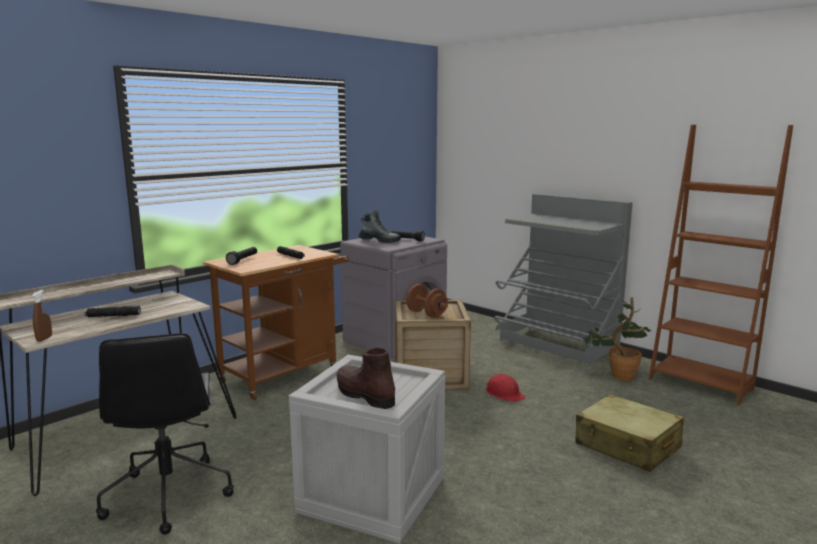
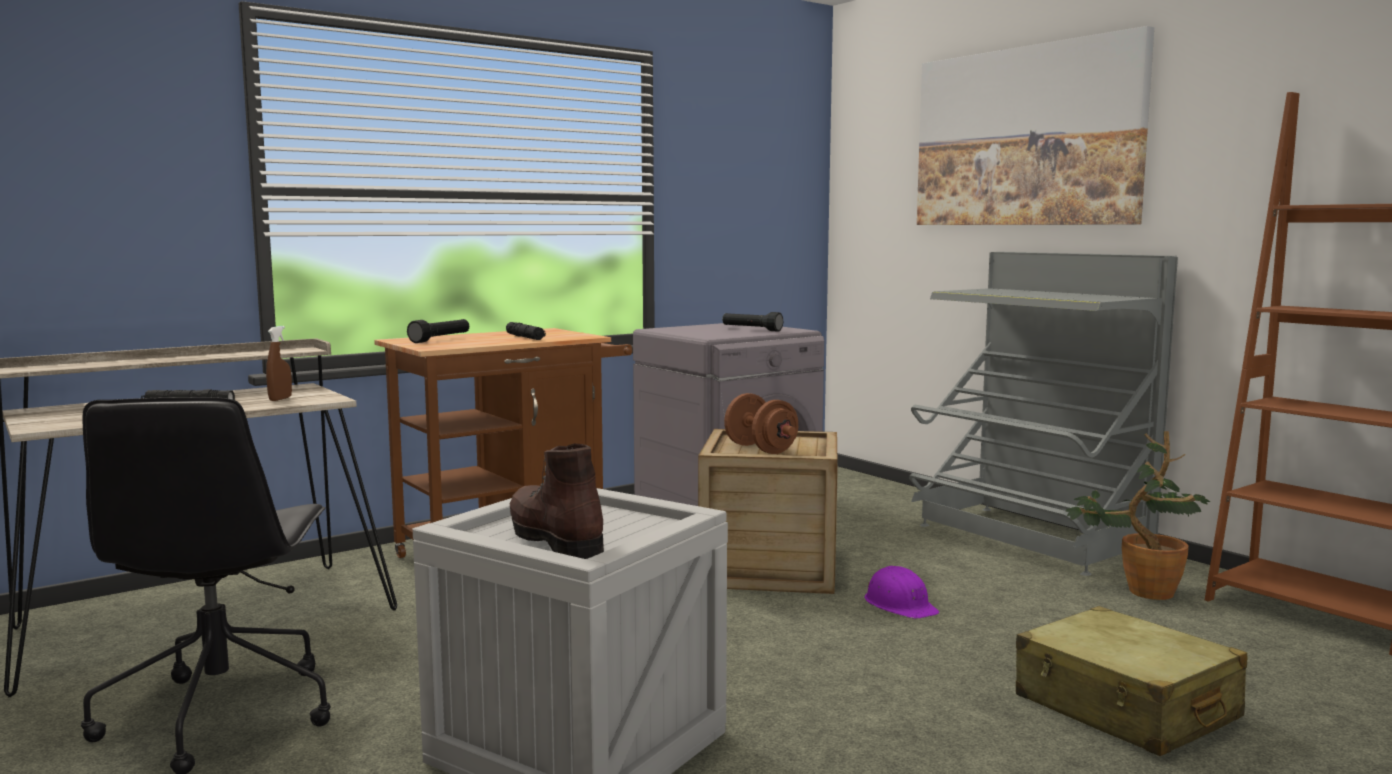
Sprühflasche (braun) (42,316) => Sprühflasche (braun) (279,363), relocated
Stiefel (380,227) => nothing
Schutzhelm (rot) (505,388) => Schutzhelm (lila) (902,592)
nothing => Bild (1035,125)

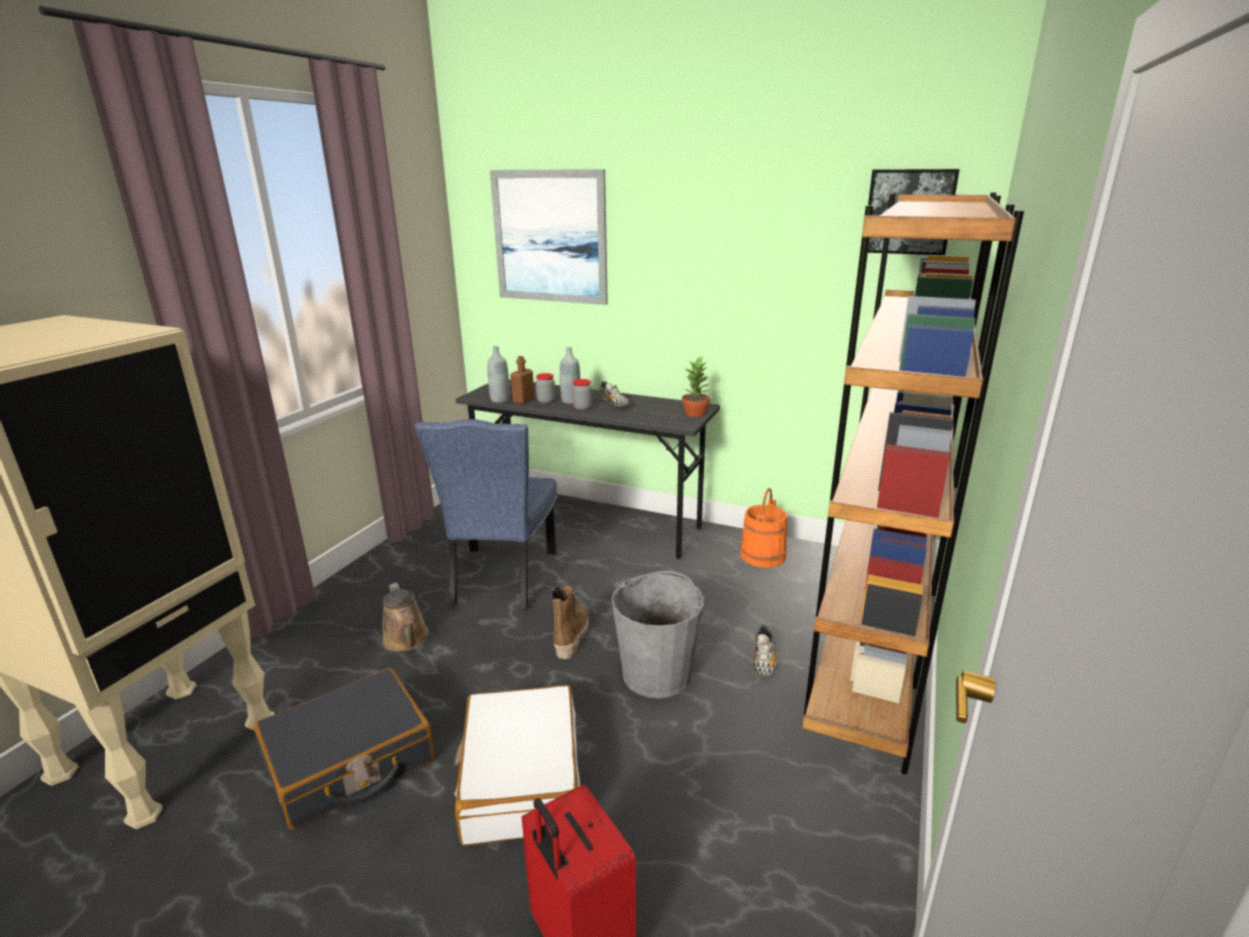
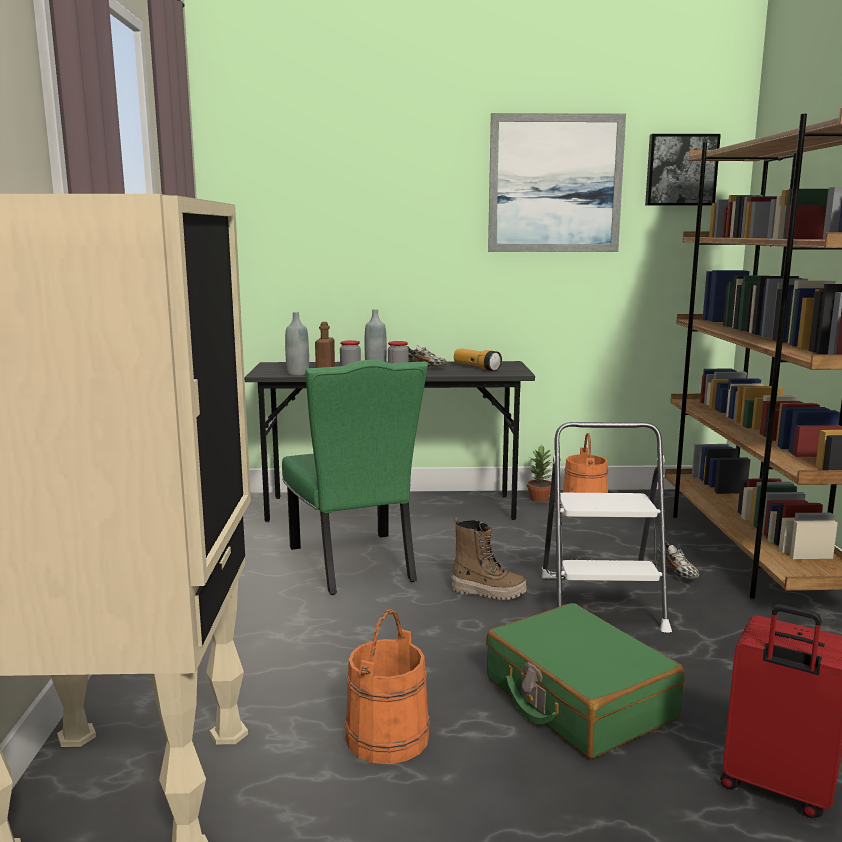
Koffer (schwarz) (344,749) => Eimer (orange) (387,686)
Gießkanne (braun) (405,617) => nothing
Stuhl (blau) (486,514) => Stuhl (grün) (355,477)
Koffer (weiß) (517,765) => Koffer (grün) (585,681)
Bild (549,237) => Bild (557,182), relocated
Stiefel (570,622) => Stiefel (489,559), 120 degrees clockwise
Eimer (grau) (657,634) => Trittleiter (weiß) (607,527)
Topfpflanze (696,386) => Topfpflanze (540,473), relocated
nothing => Taschenlampe (478,360)

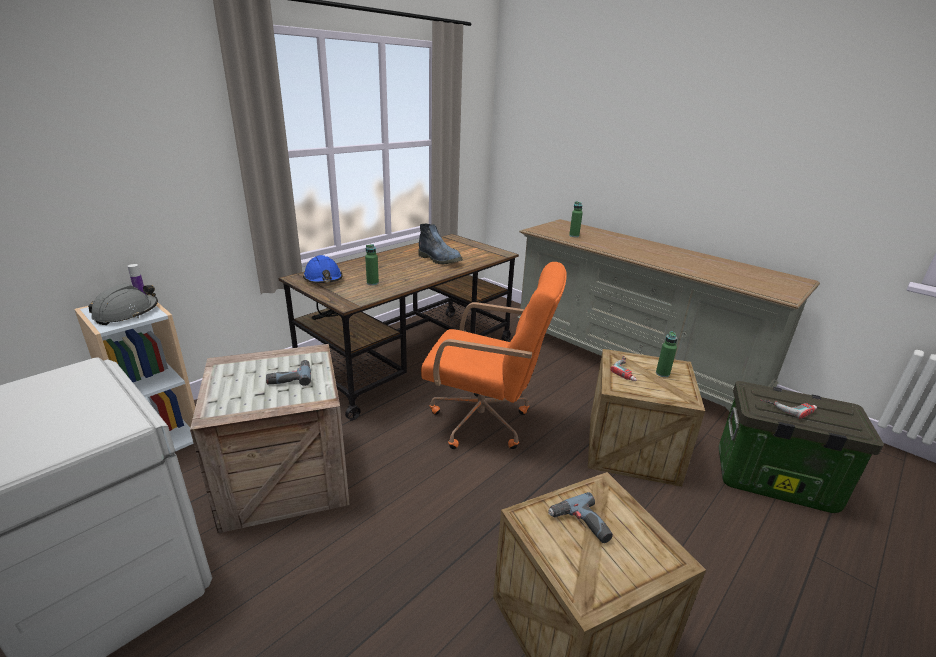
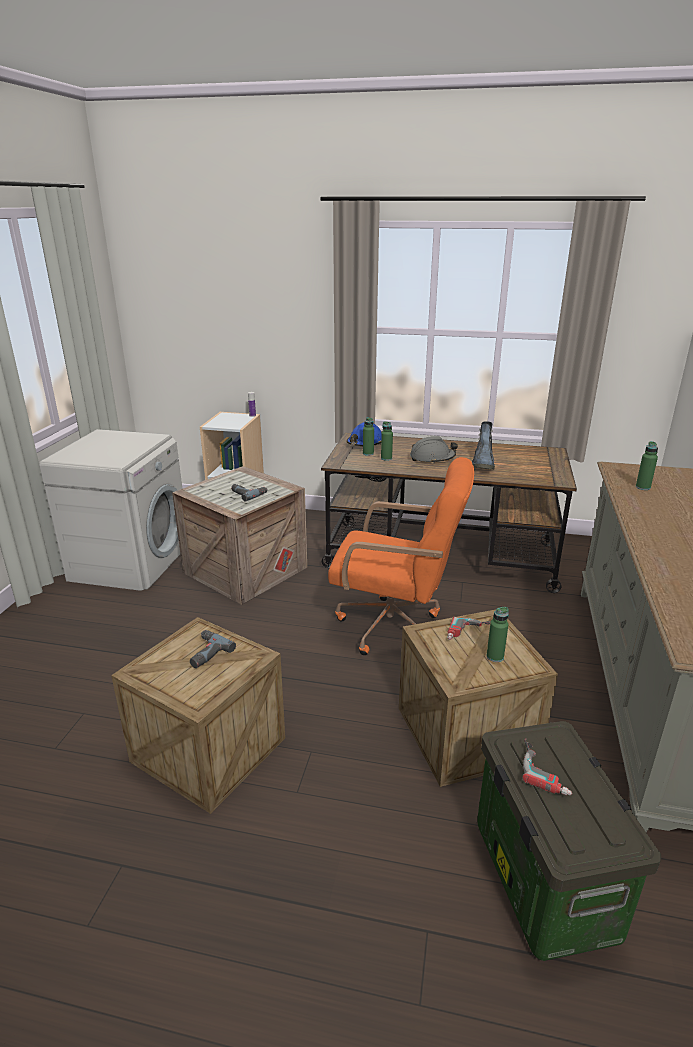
Schutzhelm (grau) (123,304) => Schutzhelm (grau) (434,450), relocated
Bürostuhl (orange) (494,355) => Bürostuhl (orange) (401,556), 60 degrees counterclockwise
nothing => Flasche (grün) (368,436)

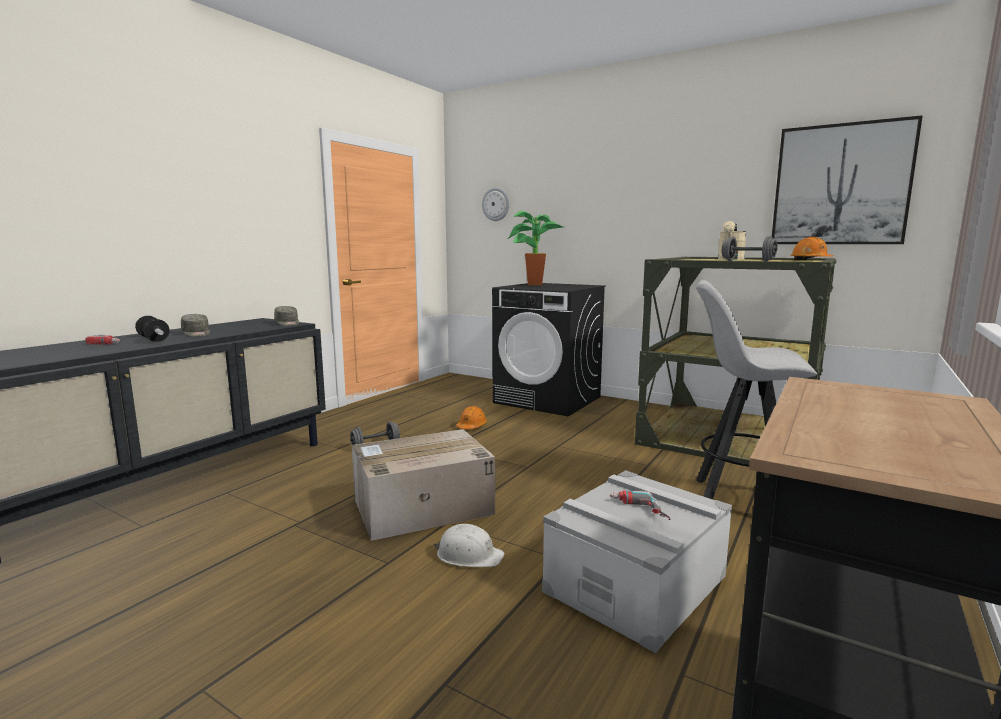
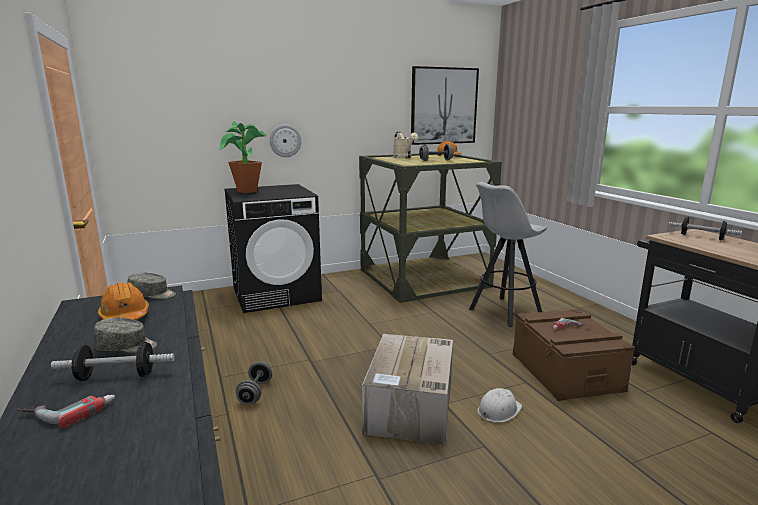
Schutzhelm (orange) (471,417) => Schutzhelm (orange) (123,301), relocated
Wanduhr (496,204) => Wanduhr (286,141), relocated
Aufbewahrungsbox (grau) (637,561) => Aufbewahrungsbox (braun) (574,355)
nothing => Hantel (705,228)

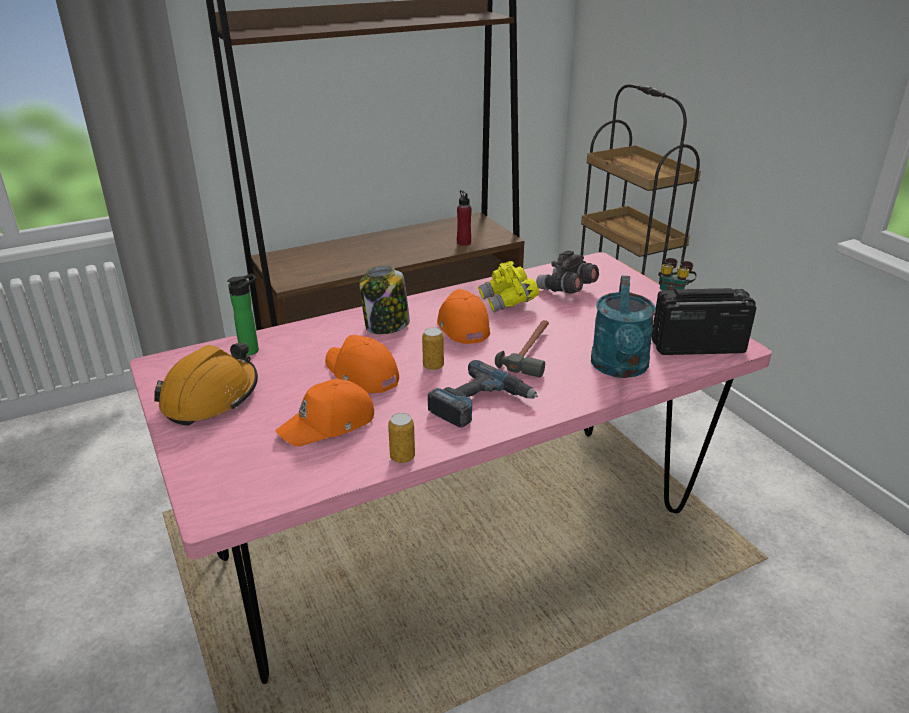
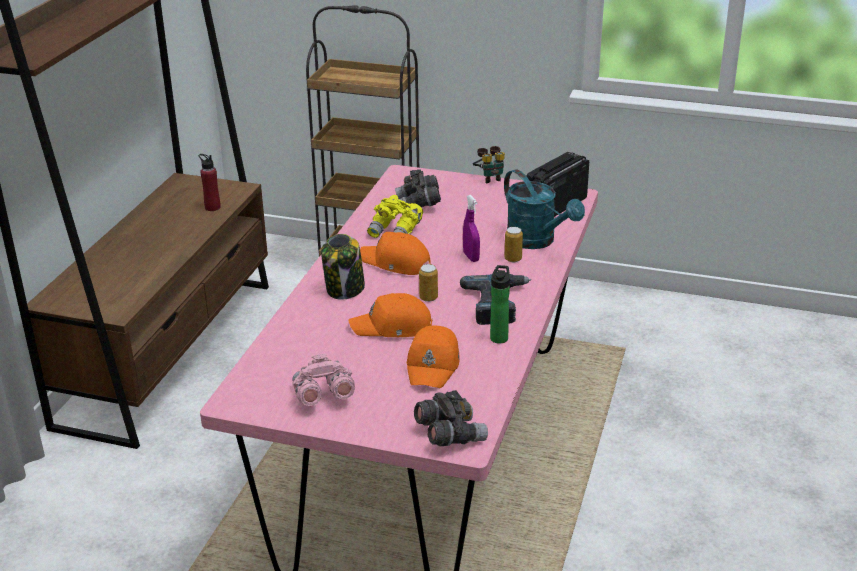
Schutzhelm (orange) (206,384) => Fernglas (rosa) (323,379)
Flasche (243,315) => Flasche (500,304), relocated
Dose (401,438) => Dose (514,244), relocated
Hammer (522,348) => Sprühflasche (lila) (471,228)
nothing => Fernglas (grau) (451,418)

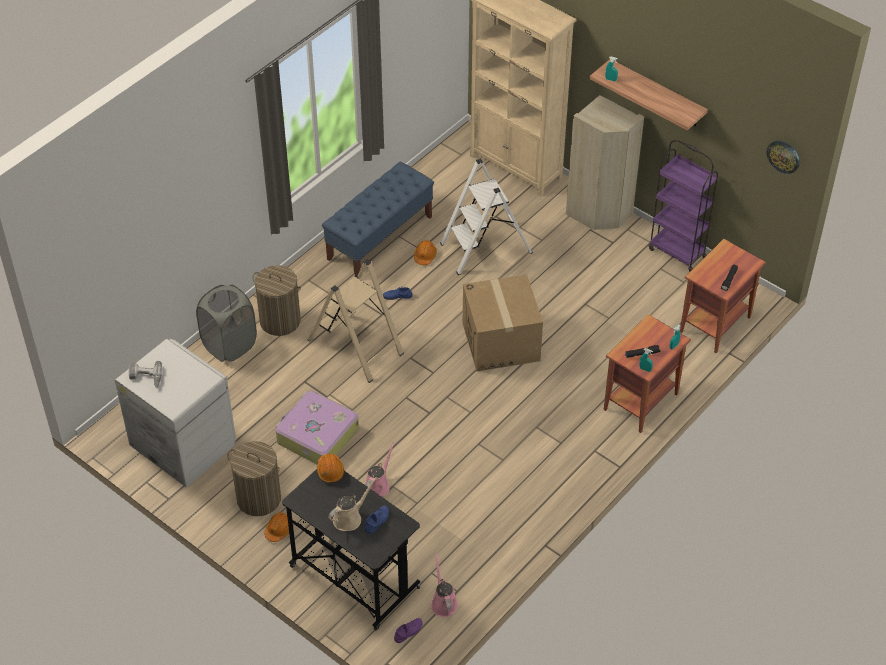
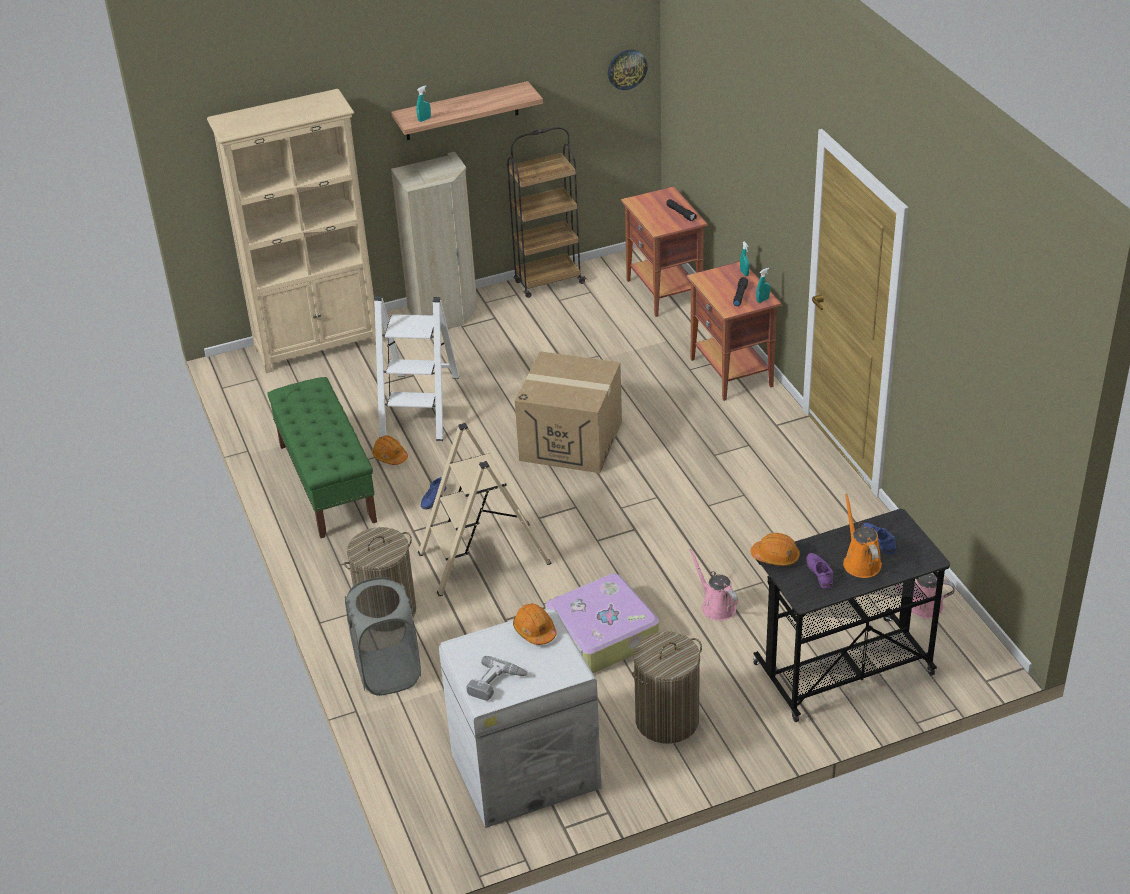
Schutzhelm (orange) (279,527) => Schutzhelm (orange) (535,624), relocated
Bank (blau) (378,219) => Bank (grün) (322,457)
Gießkanne (beige) (352,504) => Gießkanne (orange) (862,535)
Schuh (lila) (408,630) => Schuh (lila) (819,571), relocated
Rollwagen (lila) (683,206) => Rollwagen (braun) (547,212)

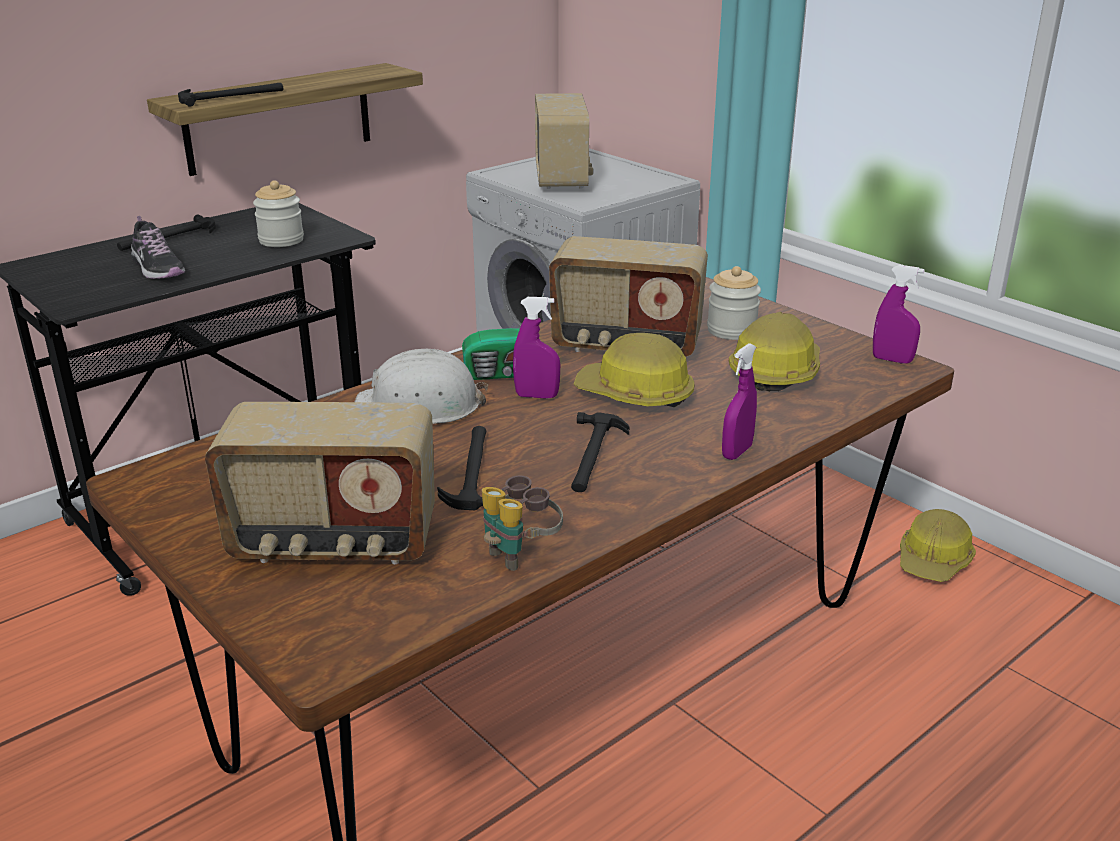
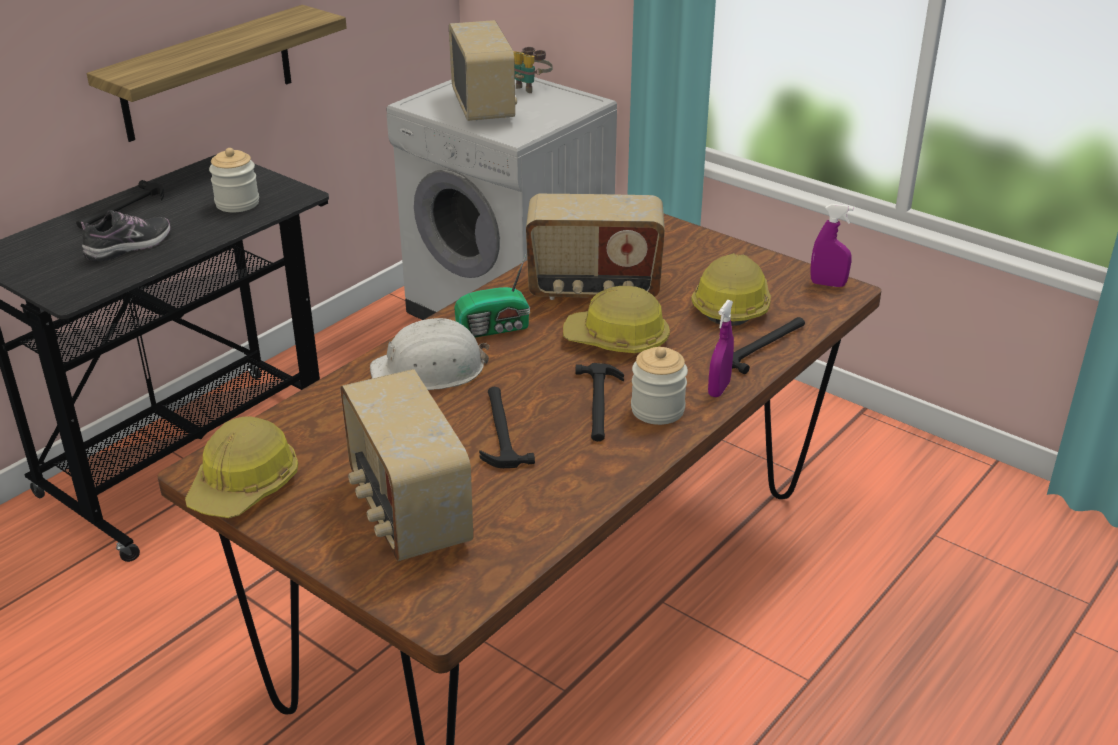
Schuh (158,247) => Schuh (125,235), 90 degrees counterclockwise
Hammer (230,95) => Hammer (768,345), relocated
Radio (320,483) => Radio (406,465), 75 degrees clockwise
Fernglas (522,523) => Fernglas (532,70), relocated
Sprühflasche (lila) (536,348) => nothing
Vorratsglas (734,303) => Vorratsglas (659,386), relocated
Schutzhelm (938,545) => Schutzhelm (241,467), relocated

